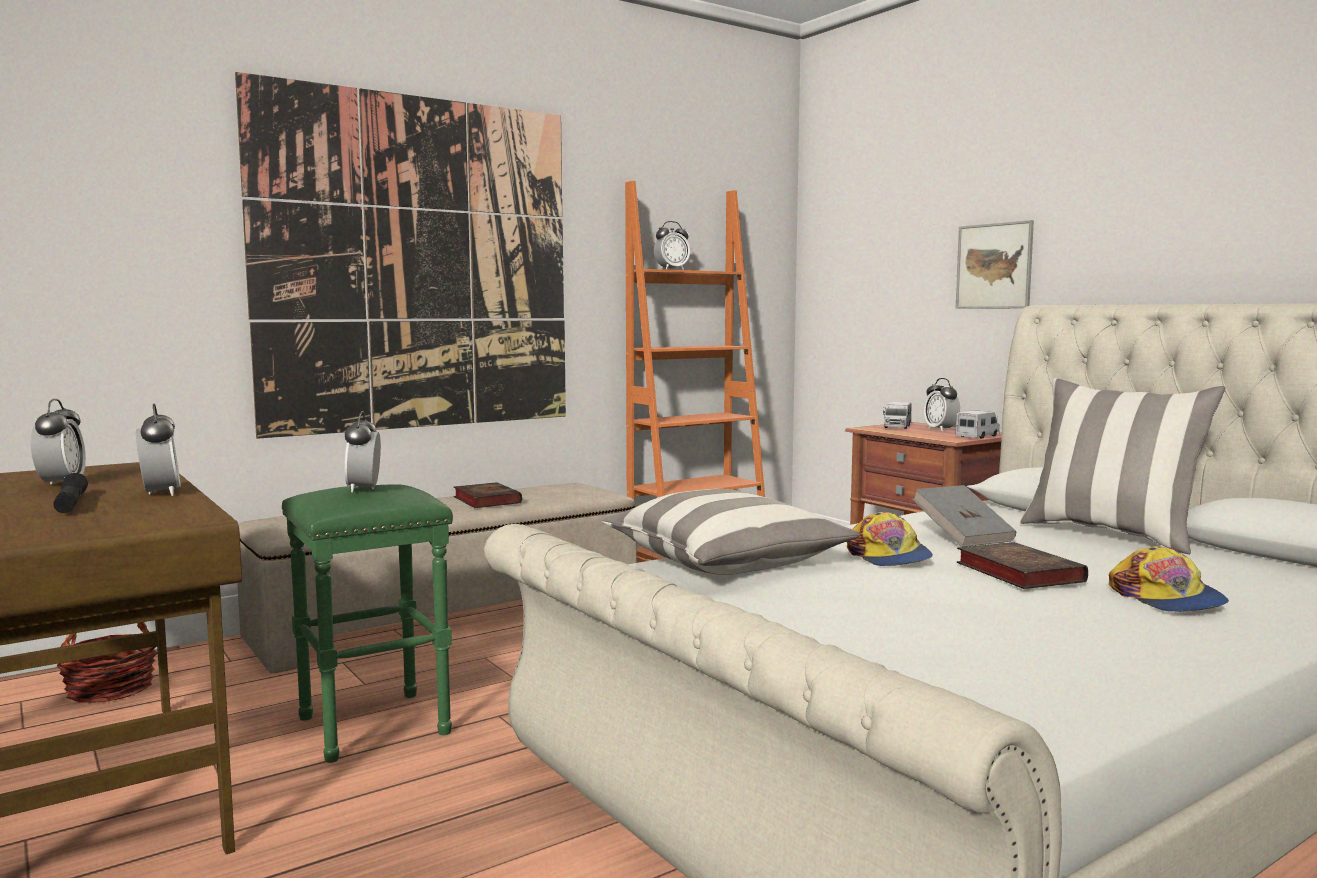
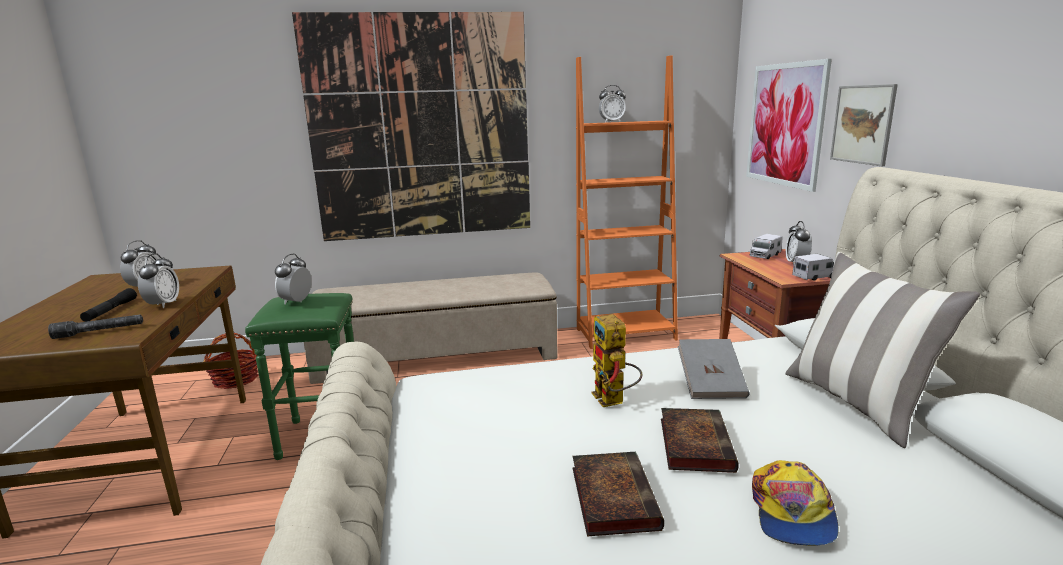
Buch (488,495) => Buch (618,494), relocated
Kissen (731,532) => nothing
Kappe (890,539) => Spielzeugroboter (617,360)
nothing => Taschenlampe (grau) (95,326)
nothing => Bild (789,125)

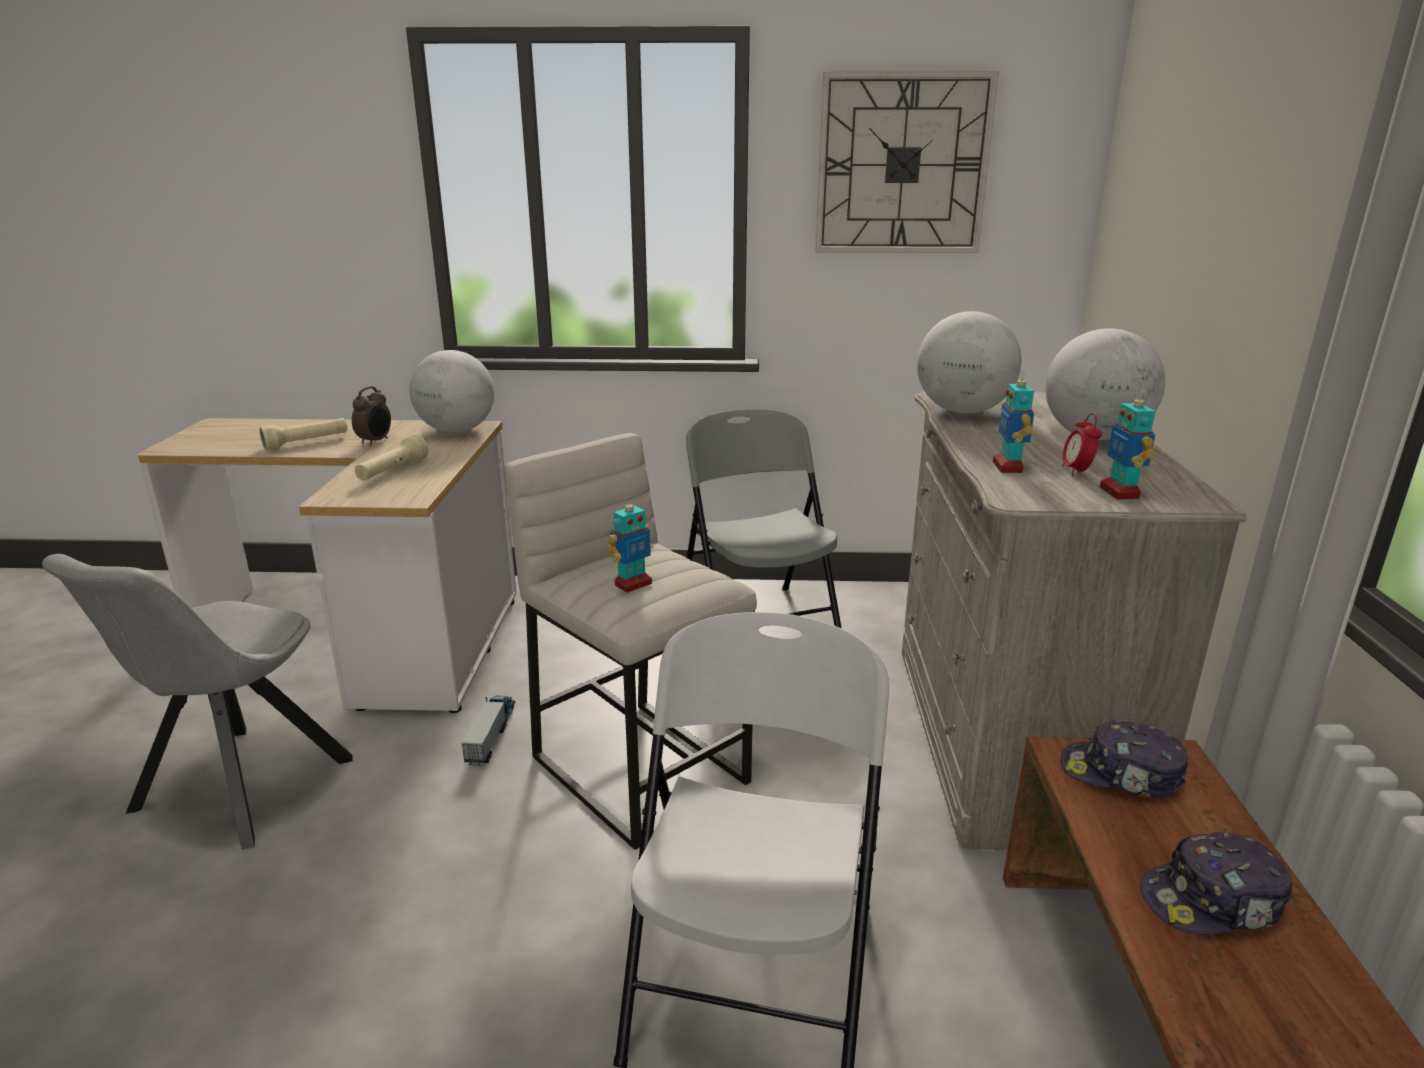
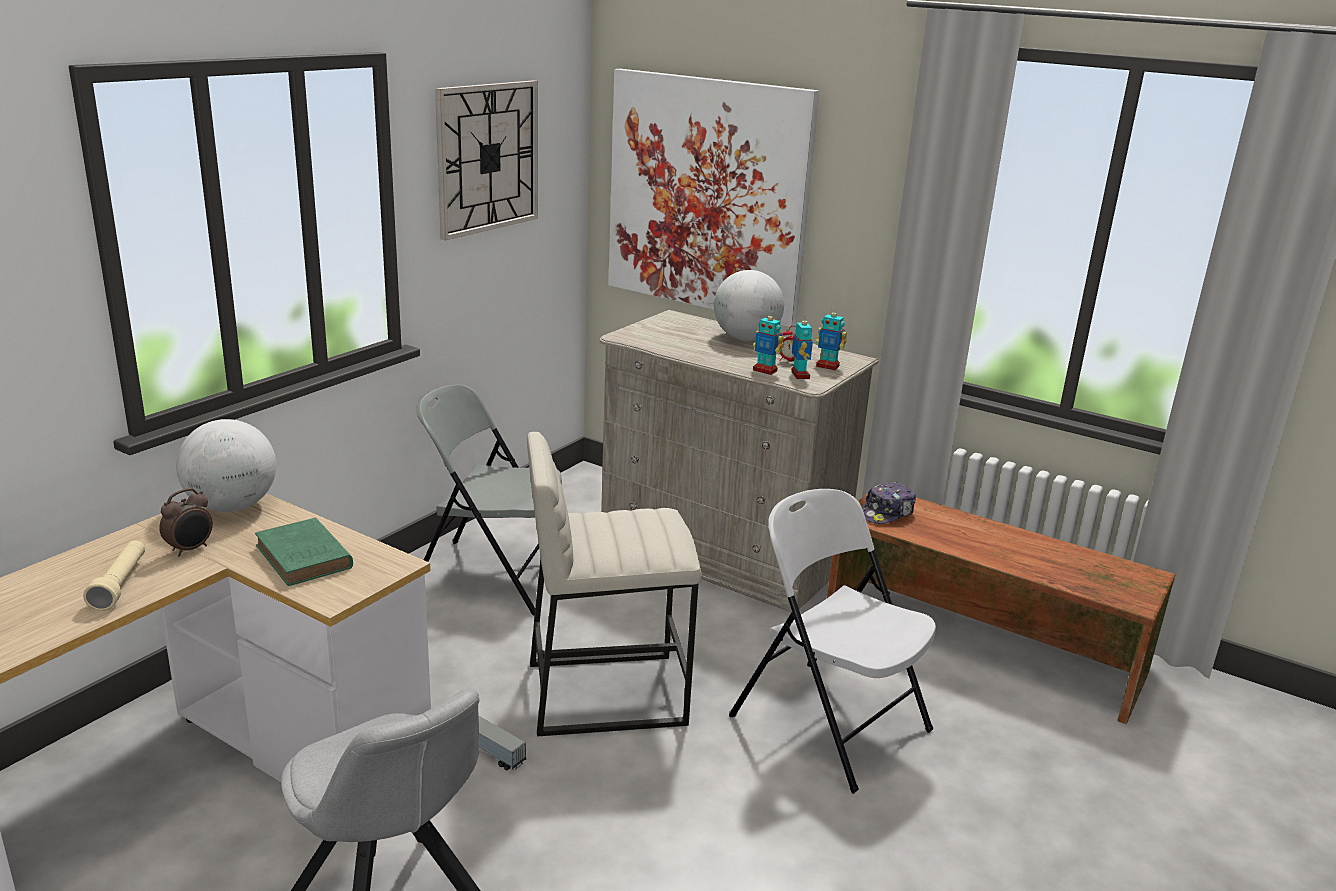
Wecker (371,416) => Wecker (186,522), 75 degrees clockwise
Taschenlampe (beige) (392,457) => Buch (grün) (304,552)
Spielzeugroboter (630,544) => Spielzeugroboter (802,347), relocated
Globus (969,362) => nothing
Kappe (1216,883) => nothing
nothing => Bild (713,198)

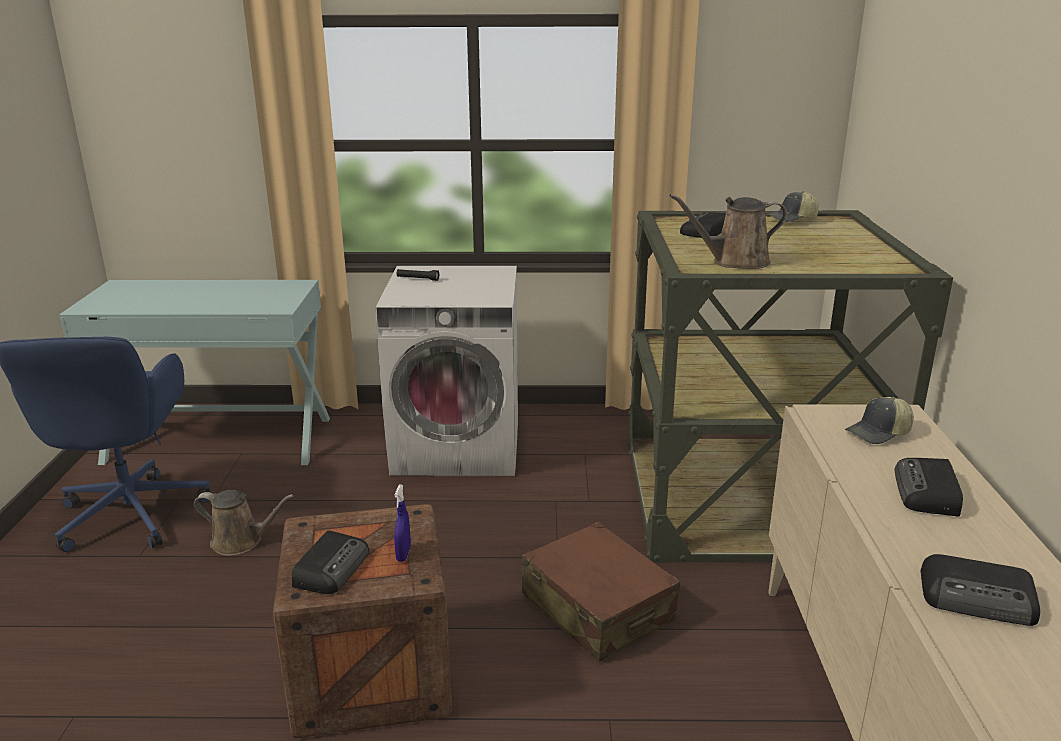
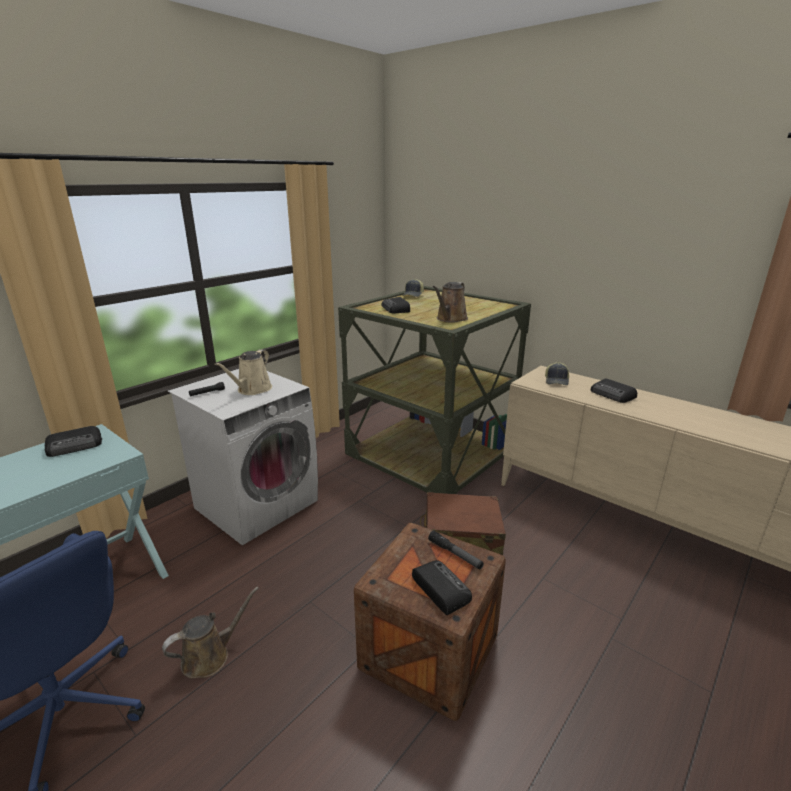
Sprühflasche (blau) (402,523) => Taschenlampe (456,550)
Radio (980,590) => Radio (73,441), relocated
nothing => Gießkanne (beige) (243,372)

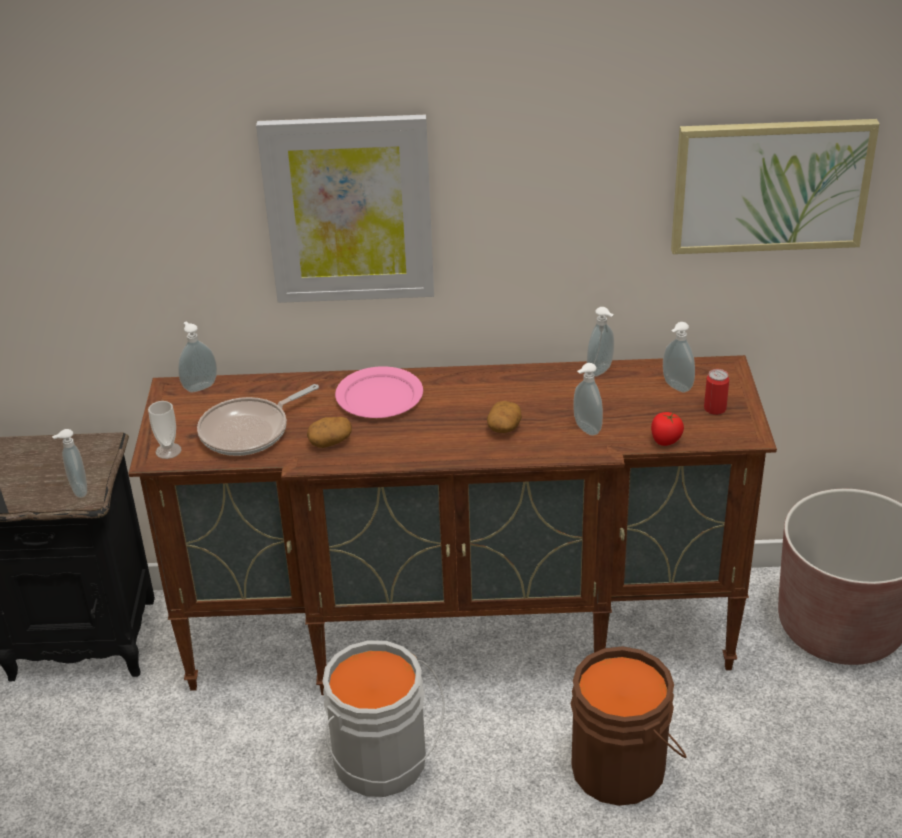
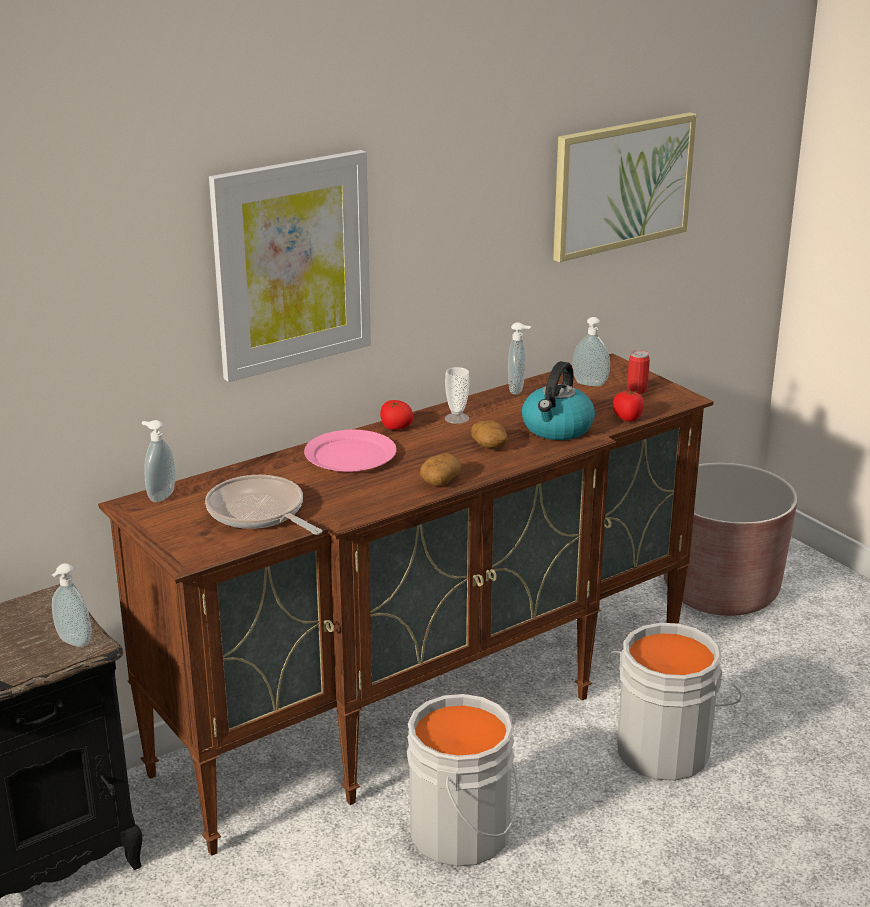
Tasse (164,430) => Tasse (457,395), relocated
Pfanne (258,420) => Pfanne (263,505), 120 degrees clockwise
Kartoffel (329,432) => Kartoffel (441,469), relocated
Eimer (braun) (628,726) => Eimer (grau) (674,702)
Seifenspender (588,399) => Wasserkessel (558,400)
nothing => Tomate (396,415)

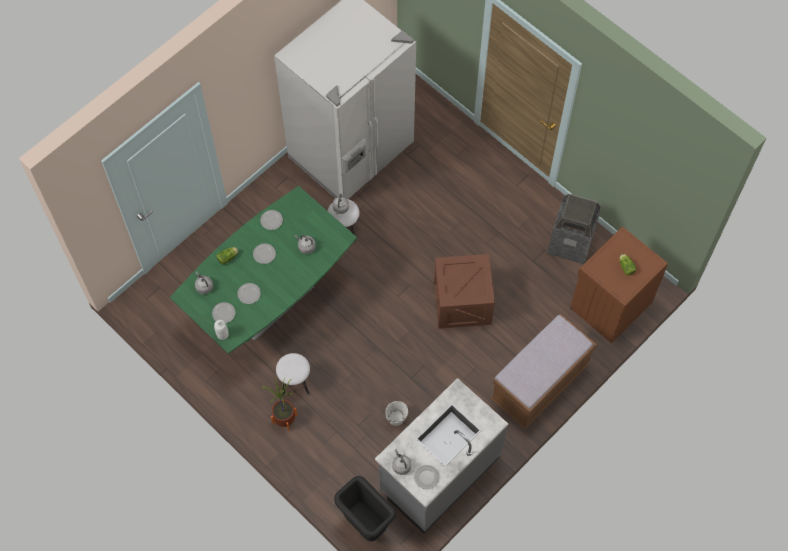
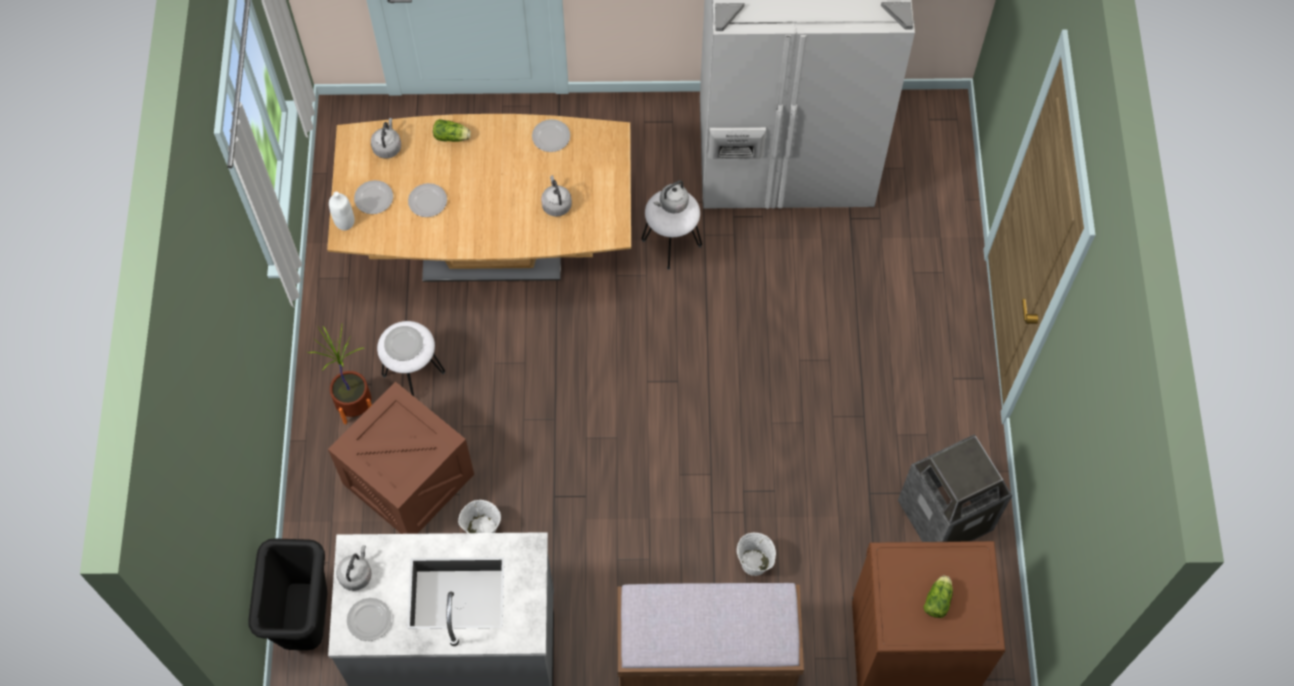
Esstisch (grün) (263,270) => Esstisch (braun) (479,198)
Teller (264,253) => Teller (403,343), relocated
Kiste (464,291) => Kiste (401,458), relocated
nothing => Eimer (weiß) (756,554)

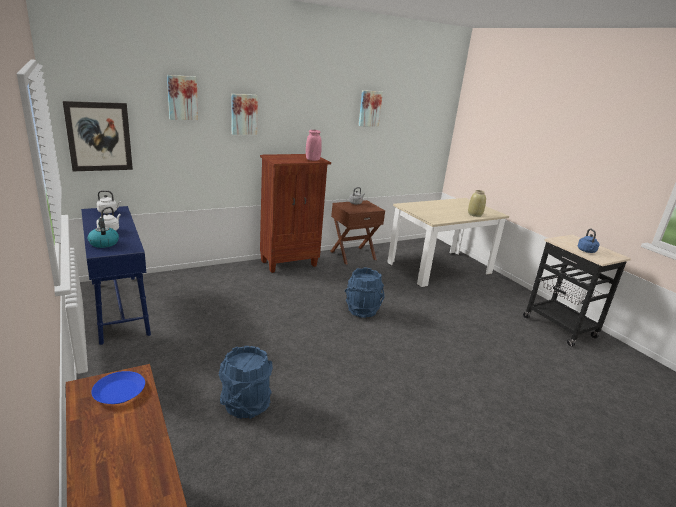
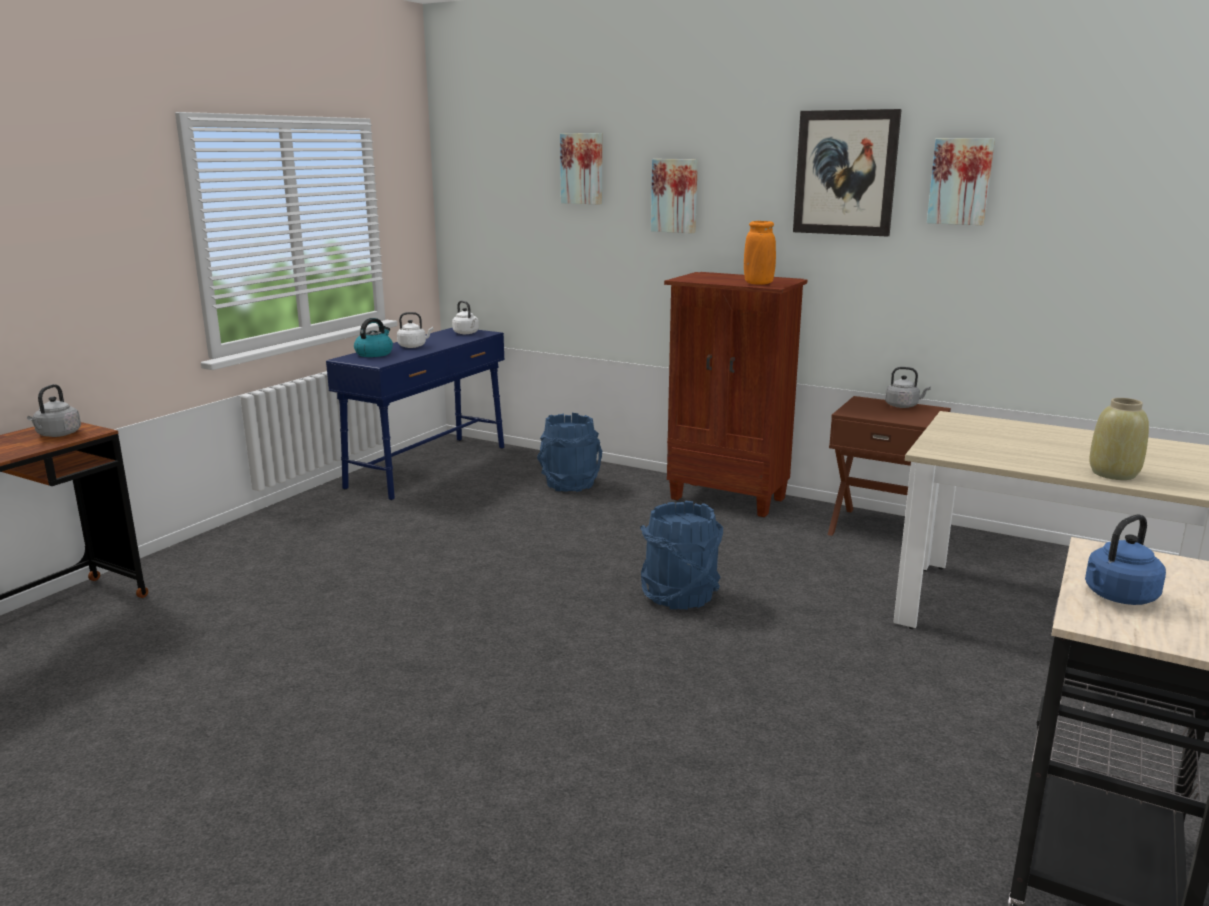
Bild (98,136) => Bild (847,173), relocated
Teller (blau) (118,387) => Wasserkessel (grau) (54,410)
Eimer (blau) (245,382) => Eimer (blau) (570,452), relocated
Vase (rosa) (314,145) => Vase (orange) (760,253)

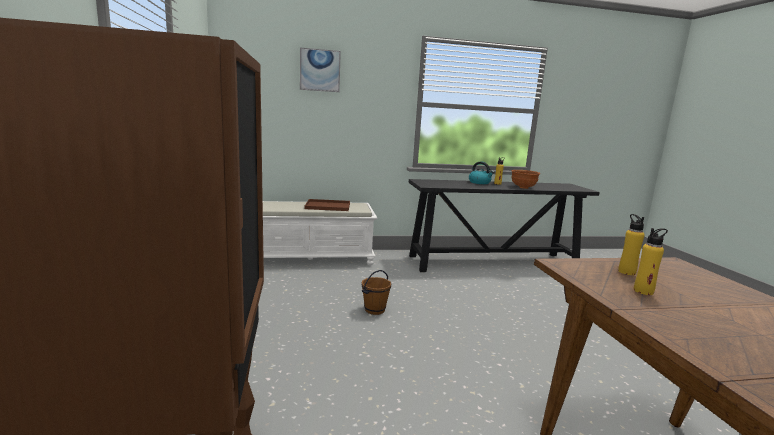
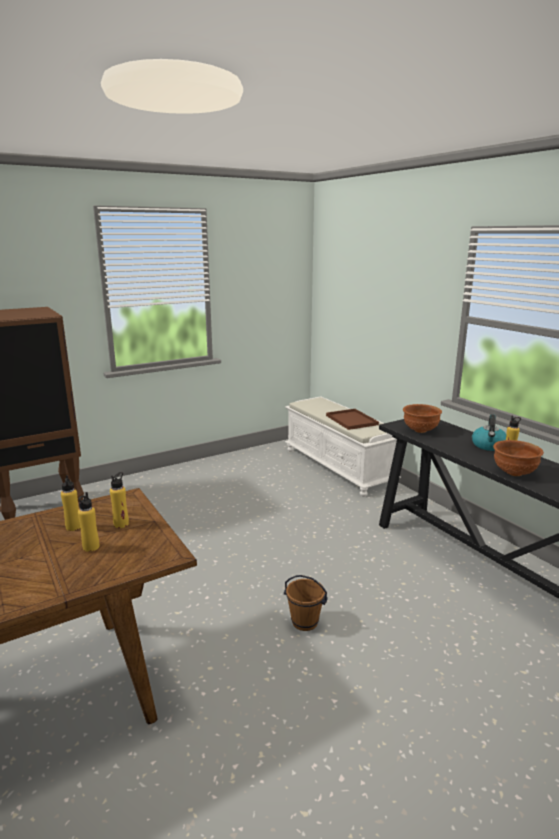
Bild (320,69) => nothing
Eimer (braun) (376,292) => Eimer (braun) (306,603), relocated
nothing => Flasche (gelb) (88,522)
nothing => Schüssel (braun) (422,418)

